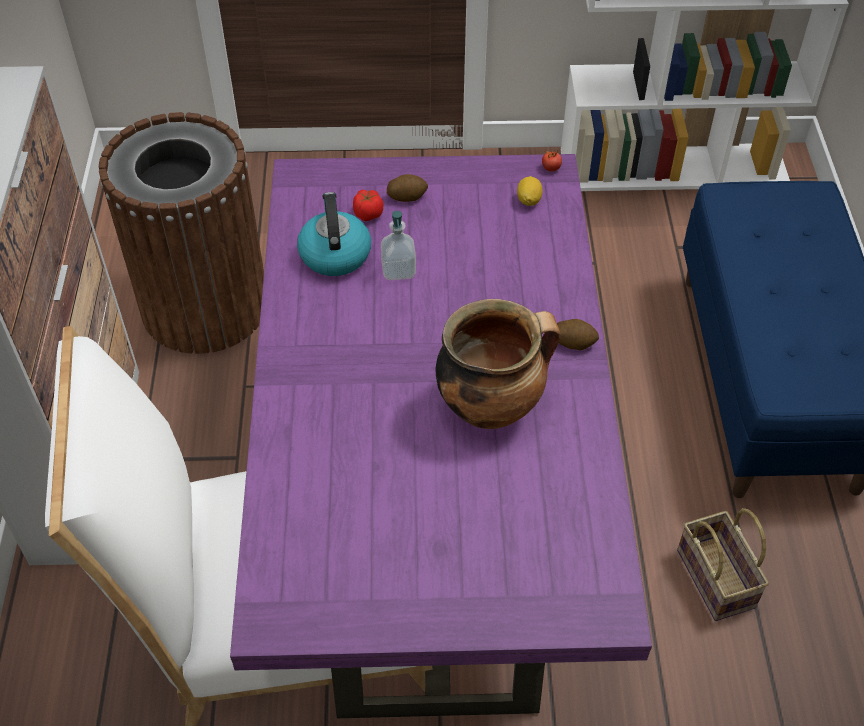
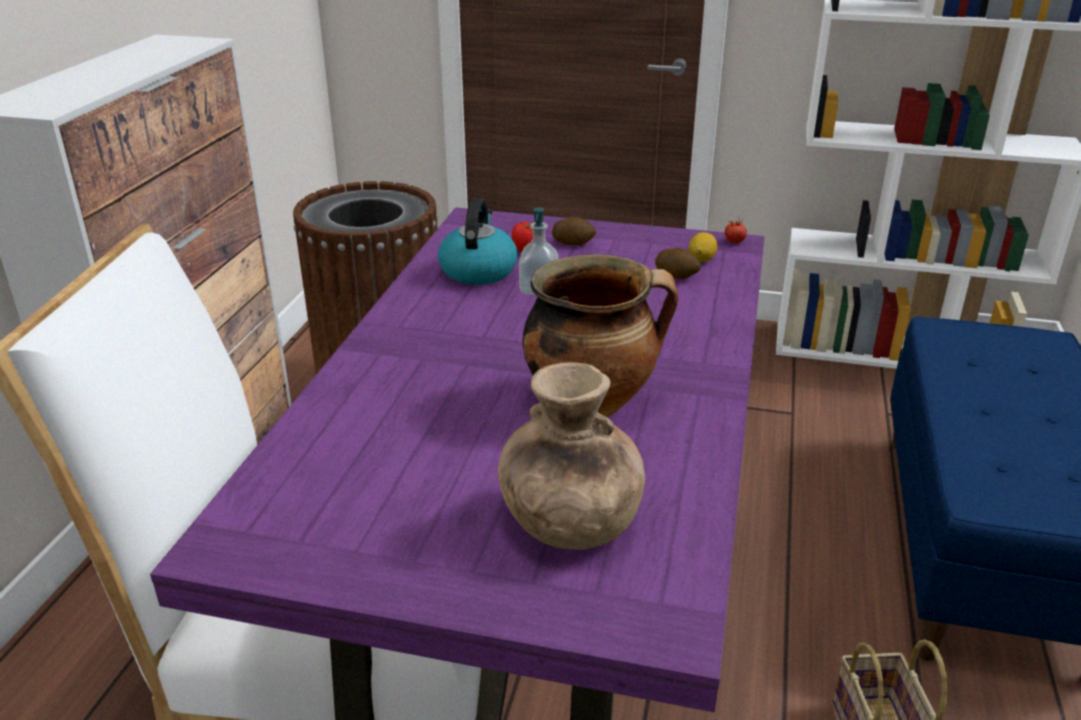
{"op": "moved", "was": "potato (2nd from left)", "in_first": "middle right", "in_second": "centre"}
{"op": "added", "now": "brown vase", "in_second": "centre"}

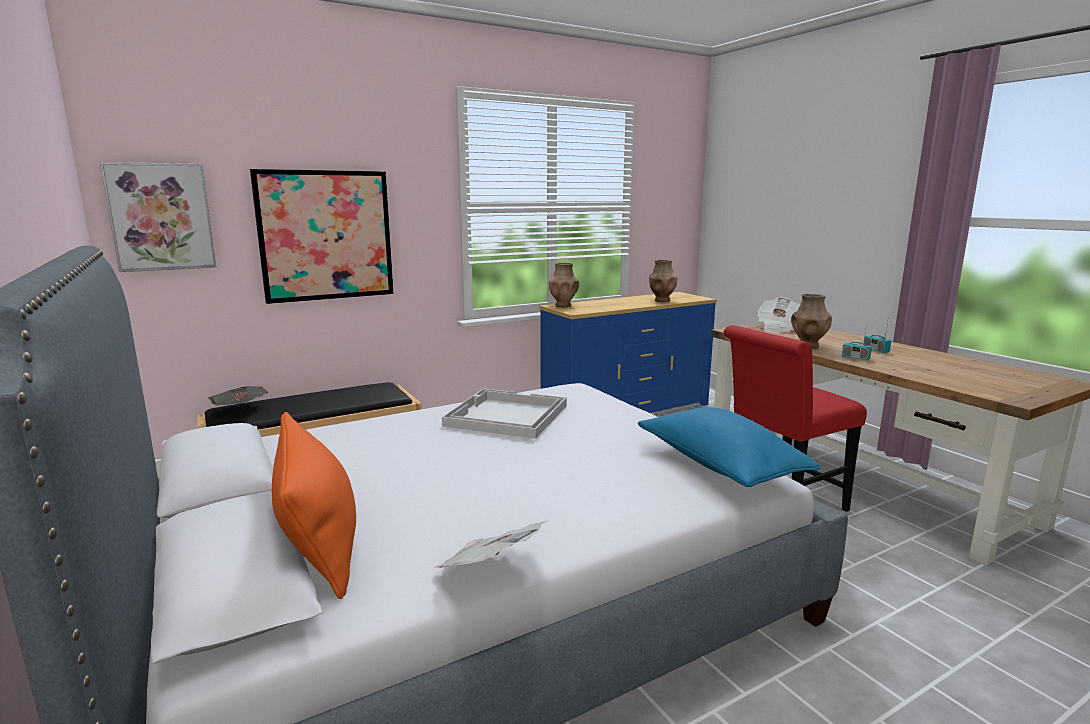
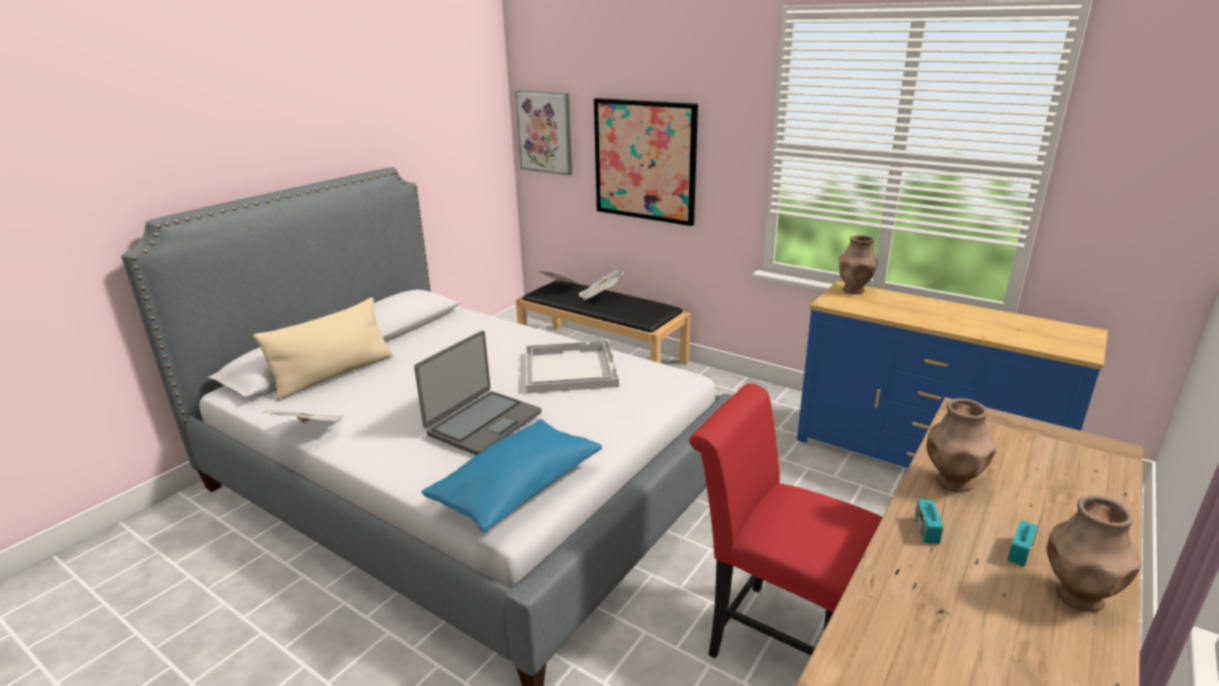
{"op": "moved", "was": "brown vase (2nd from left in the first image)", "now": "brown vase (3rd from left)", "in_first": "centre", "in_second": "bottom right"}
{"op": "moved", "was": "newspaper (3rd from left)", "in_first": "middle right", "in_second": "centre"}
{"op": "recoloured", "was": "orange pillow", "now": "beige pillow", "in_first": "bottom left", "in_second": "middle left"}
{"op": "added", "now": "laptop", "in_second": "centre"}

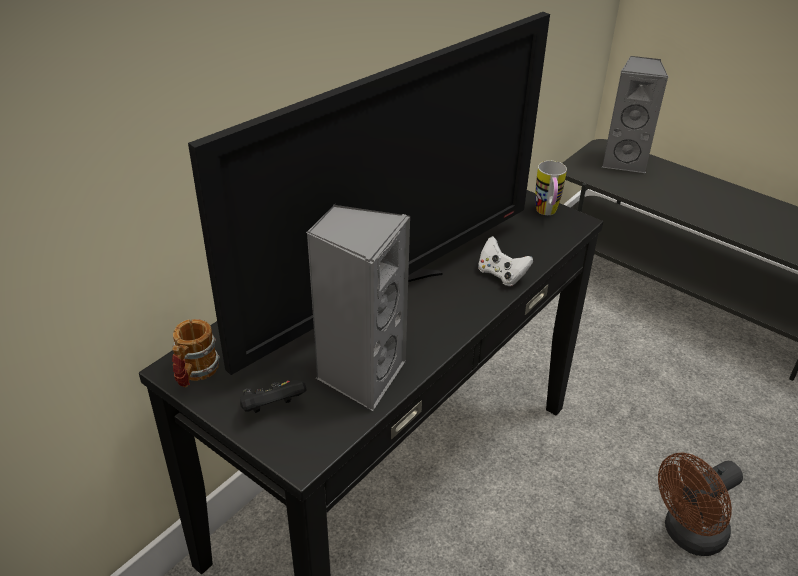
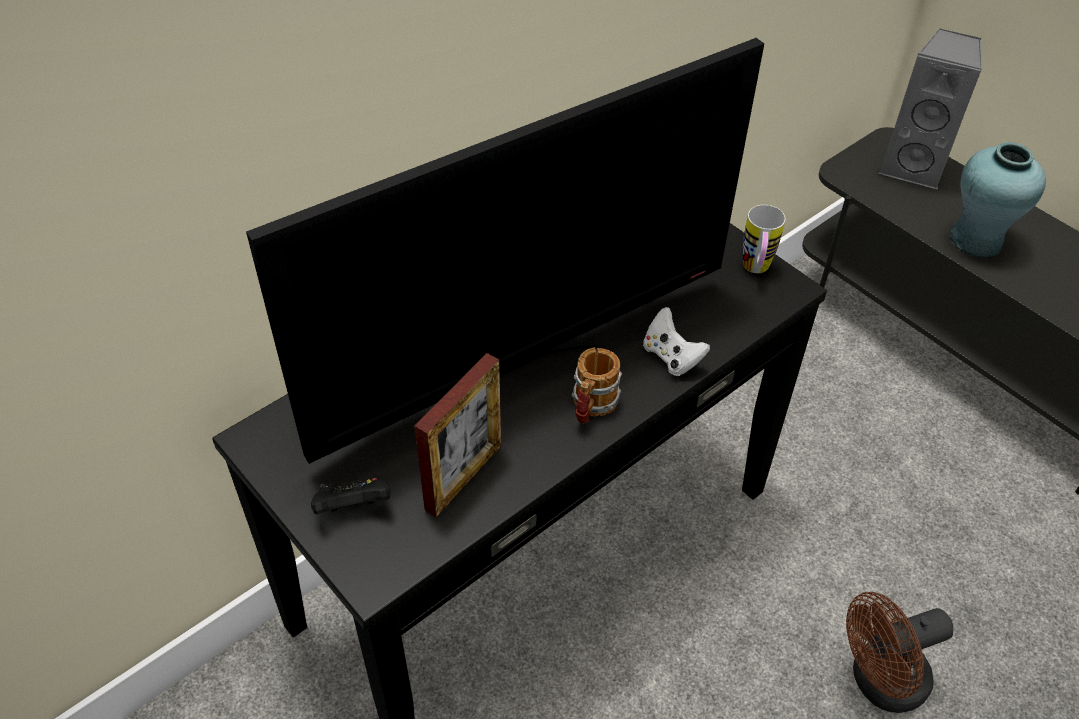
{"op": "replaced", "was": "grey speaker (1st from left)", "now": "picture frame", "in_first": "centre", "in_second": "centre"}
{"op": "moved", "was": "mug (1st from left)", "in_first": "middle left", "in_second": "centre"}
{"op": "added", "now": "turquoise vase", "in_second": "top right"}

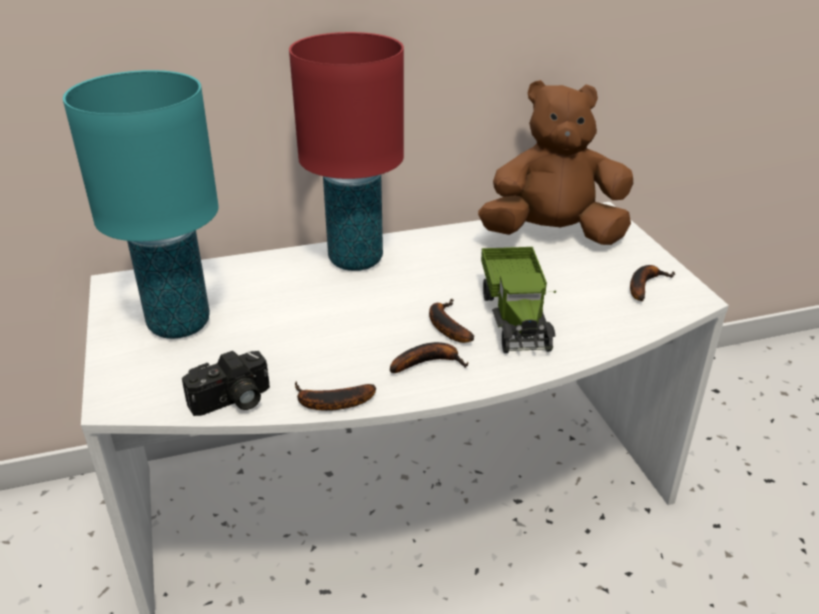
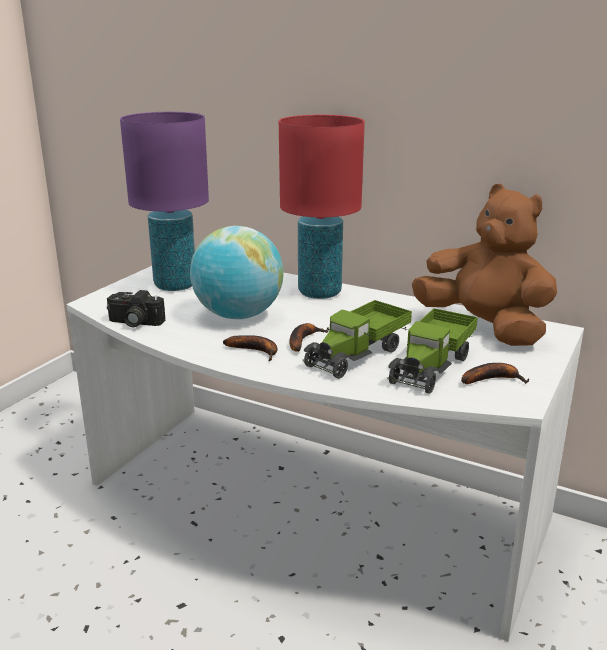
{"op": "recoloured", "was": "turquoise table lamp", "now": "purple table lamp", "in_first": "top left", "in_second": "top left"}
{"op": "removed", "was": "banana (1st from left)", "in_first": "centre"}
{"op": "added", "now": "globe", "in_second": "centre"}
{"op": "added", "now": "toy truck (2nd from left)", "in_second": "middle right"}

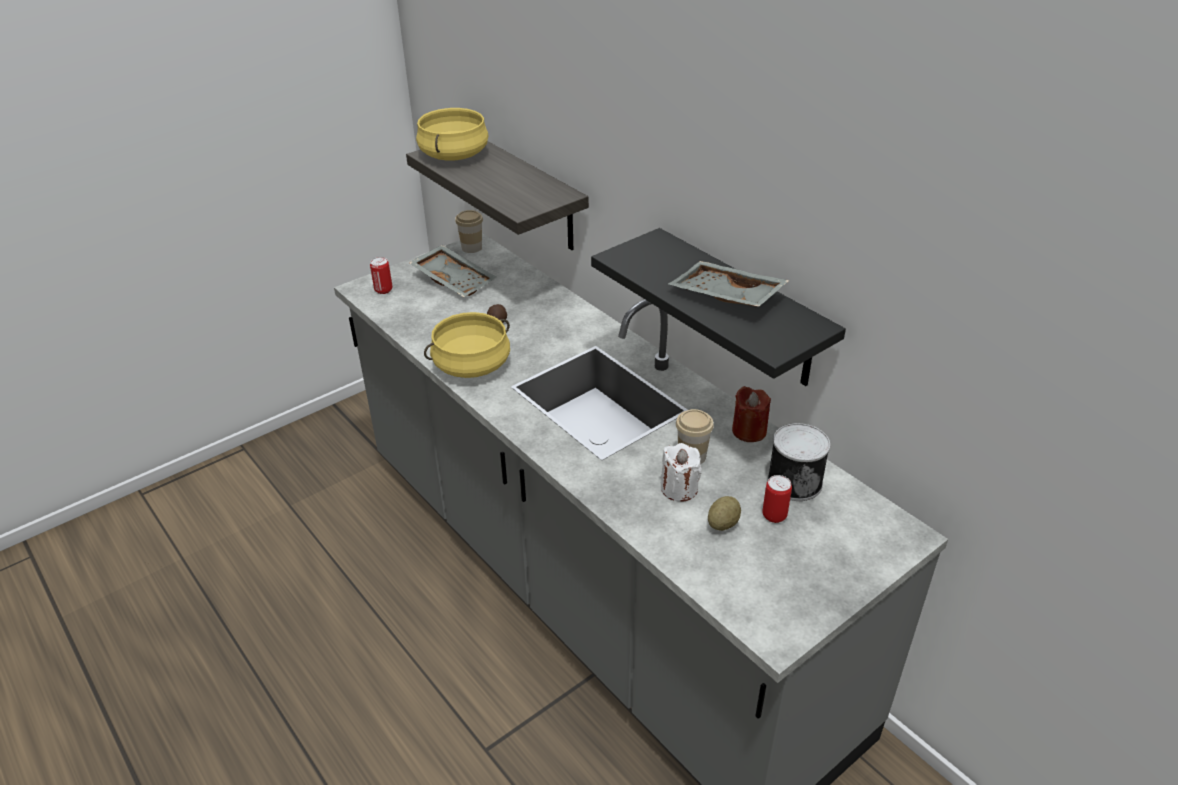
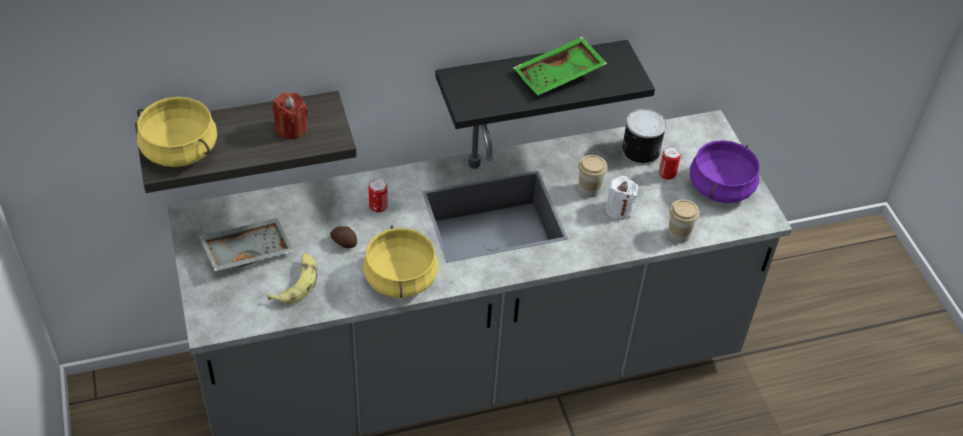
{"op": "moved", "was": "cup (1st from left in the first image)", "now": "cup (2nd from left)", "in_first": "top centre", "in_second": "middle right"}
{"op": "moved", "was": "can (1st from left)", "in_first": "middle left", "in_second": "centre"}
{"op": "recoloured", "was": "grey tray (2nd from left)", "now": "green tray", "in_first": "centre", "in_second": "top centre"}
{"op": "moved", "was": "red candle", "in_first": "centre", "in_second": "top left"}
{"op": "removed", "was": "potato (2nd from left)", "in_first": "centre"}
{"op": "added", "now": "purple cooking pot", "in_second": "middle right"}
{"op": "added", "now": "banana", "in_second": "middle left"}

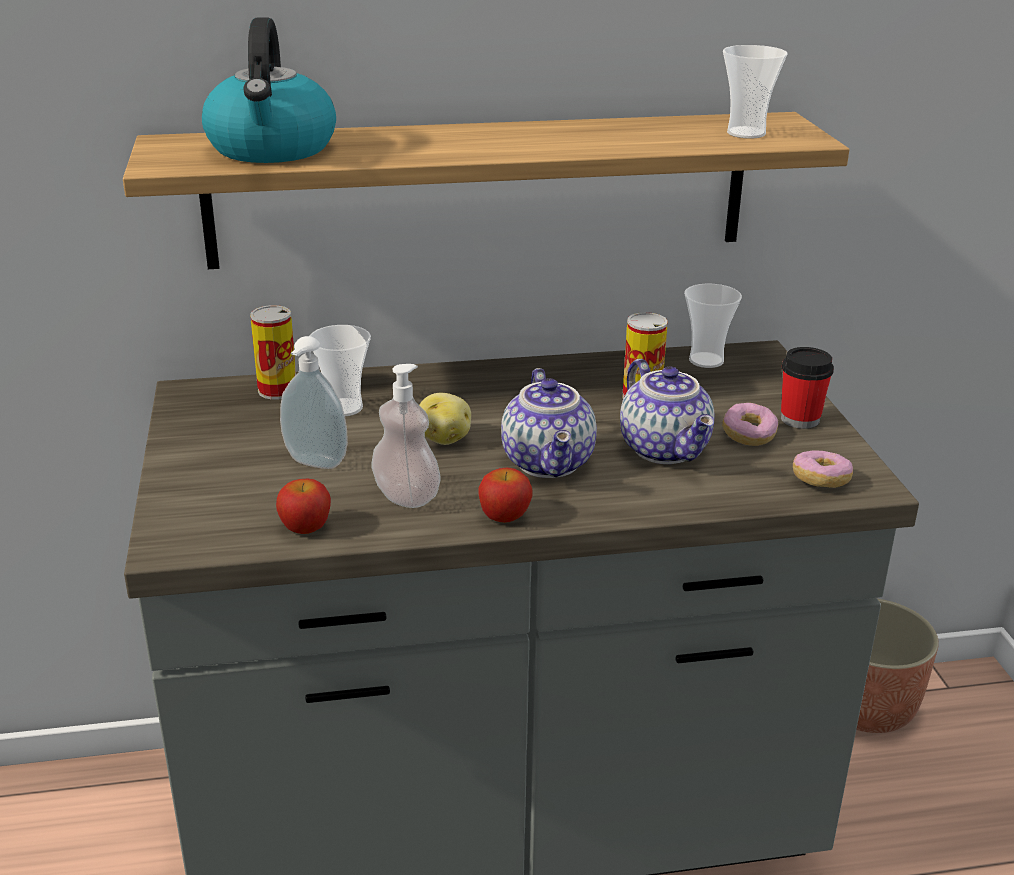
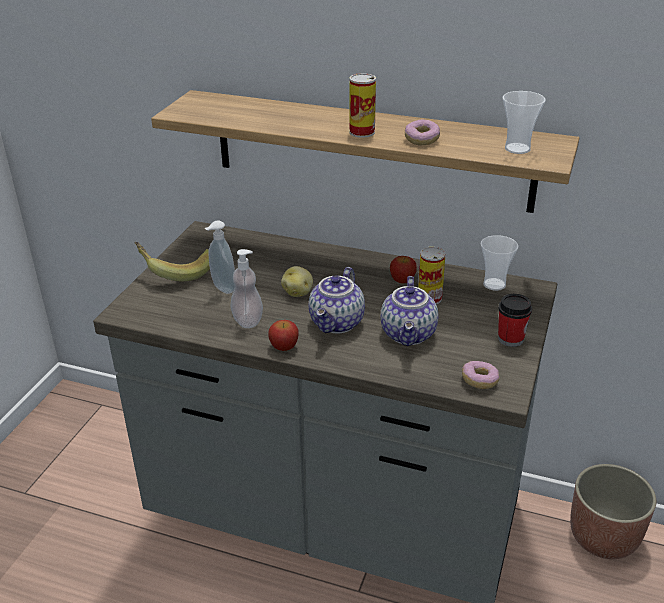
{"op": "removed", "was": "kettle", "in_first": "top left"}
{"op": "moved", "was": "can (1st from left)", "in_first": "middle left", "in_second": "top centre"}
{"op": "removed", "was": "cup (1st from left)", "in_first": "centre"}
{"op": "moved", "was": "donut (1st from left)", "in_first": "middle right", "in_second": "top centre"}
{"op": "moved", "was": "apple (1st from left in the first image)", "now": "apple (2nd from left)", "in_first": "middle left", "in_second": "centre"}
{"op": "added", "now": "banana", "in_second": "middle left"}

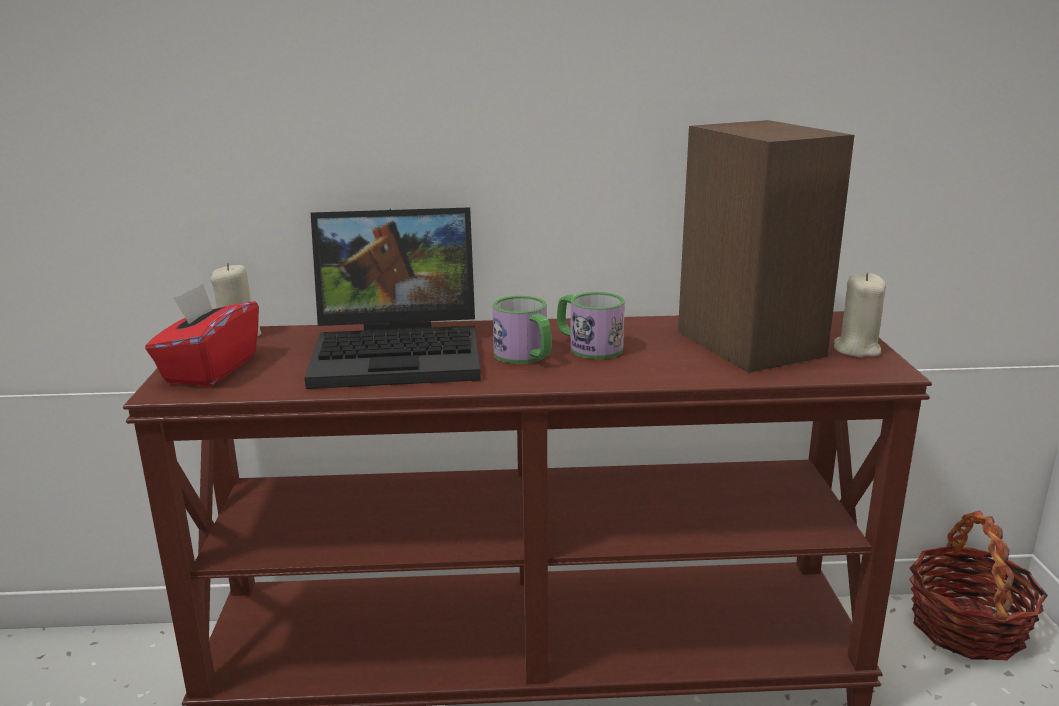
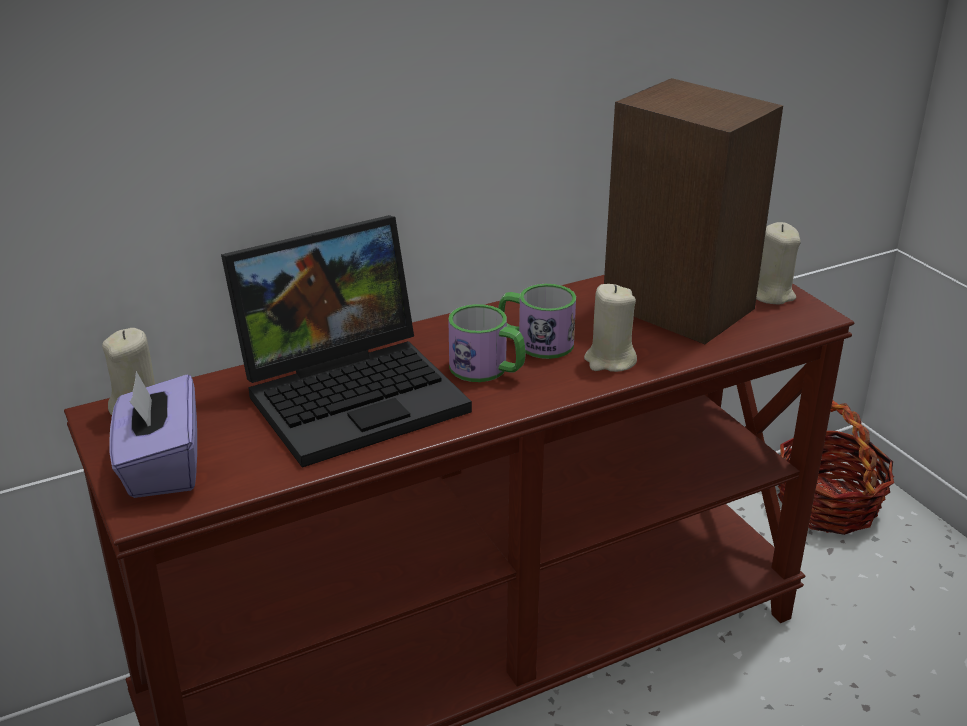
{"op": "recoloured", "was": "red tissue box", "now": "purple tissue box", "in_first": "middle left", "in_second": "middle left"}
{"op": "added", "now": "beige candle (2nd from left)", "in_second": "centre"}

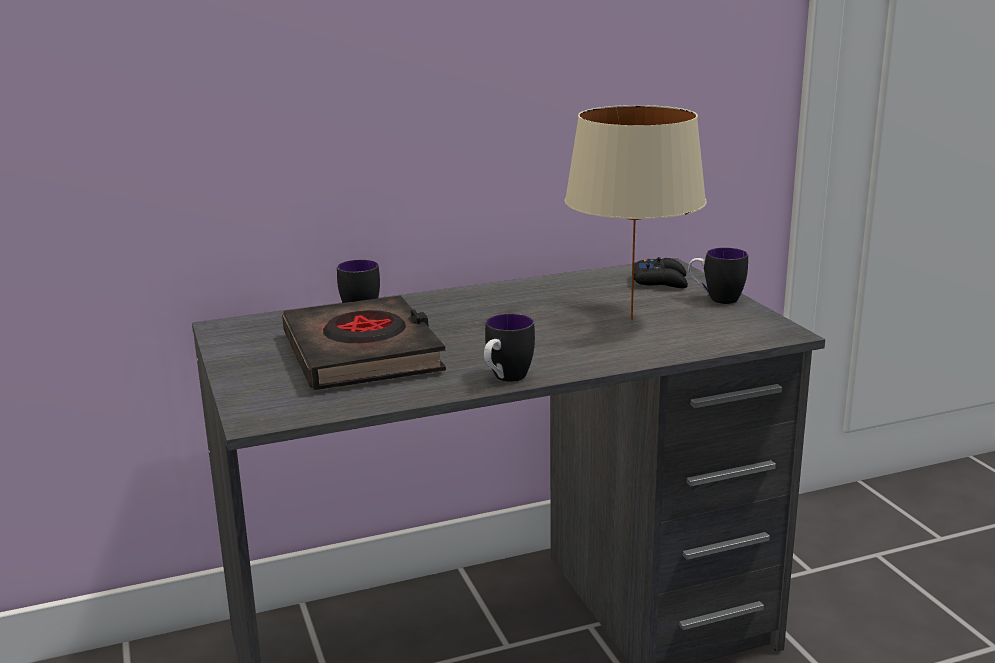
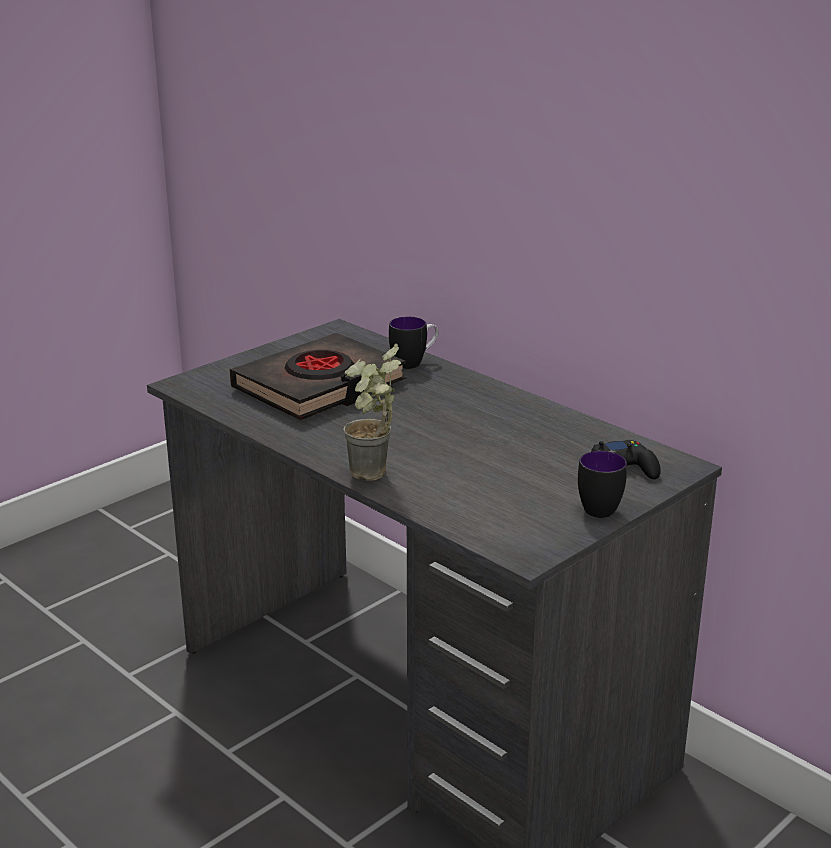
{"op": "removed", "was": "beige table lamp", "in_first": "top centre"}
{"op": "removed", "was": "mug (2nd from left)", "in_first": "centre"}
{"op": "added", "now": "potted plant", "in_second": "centre"}

